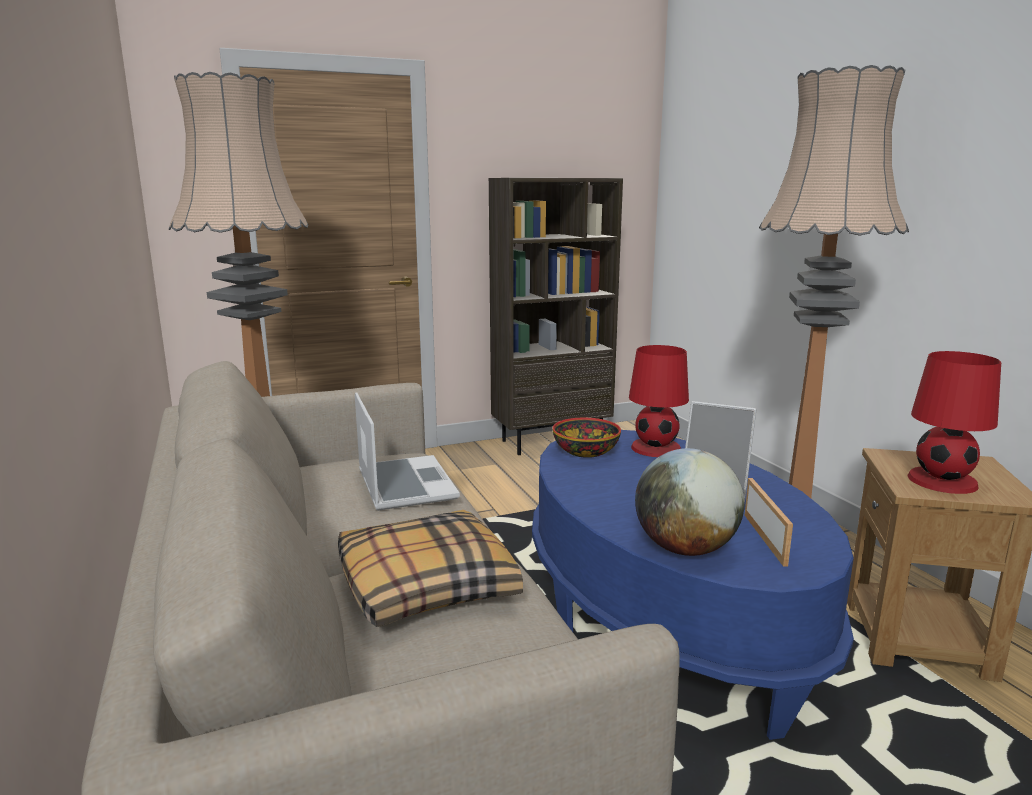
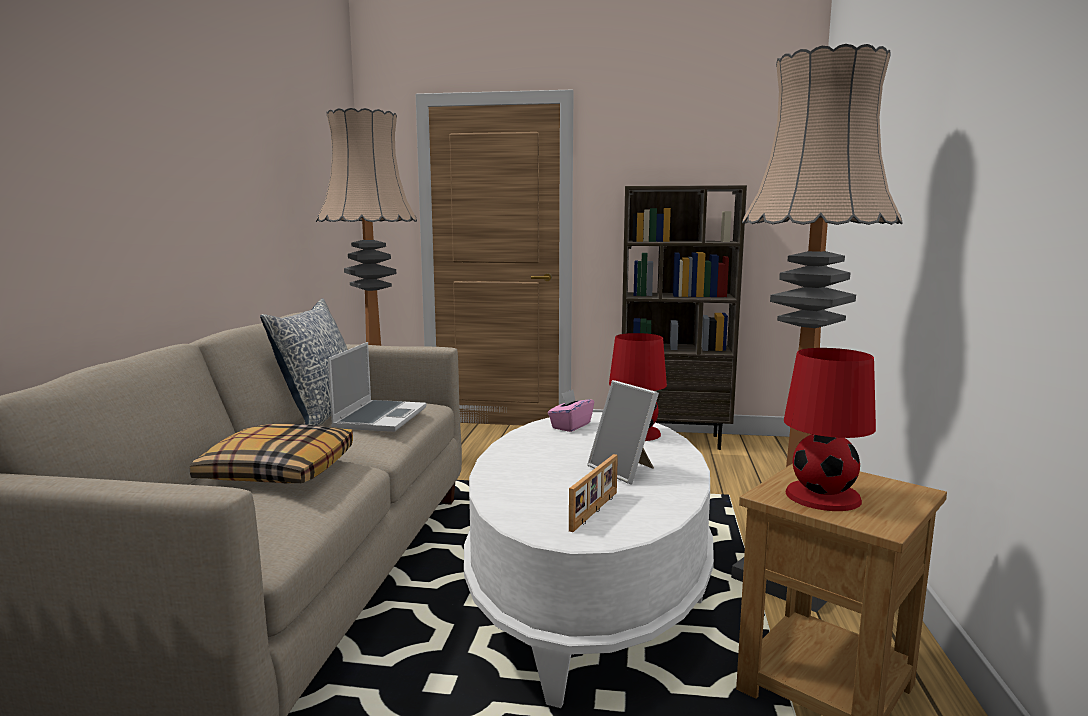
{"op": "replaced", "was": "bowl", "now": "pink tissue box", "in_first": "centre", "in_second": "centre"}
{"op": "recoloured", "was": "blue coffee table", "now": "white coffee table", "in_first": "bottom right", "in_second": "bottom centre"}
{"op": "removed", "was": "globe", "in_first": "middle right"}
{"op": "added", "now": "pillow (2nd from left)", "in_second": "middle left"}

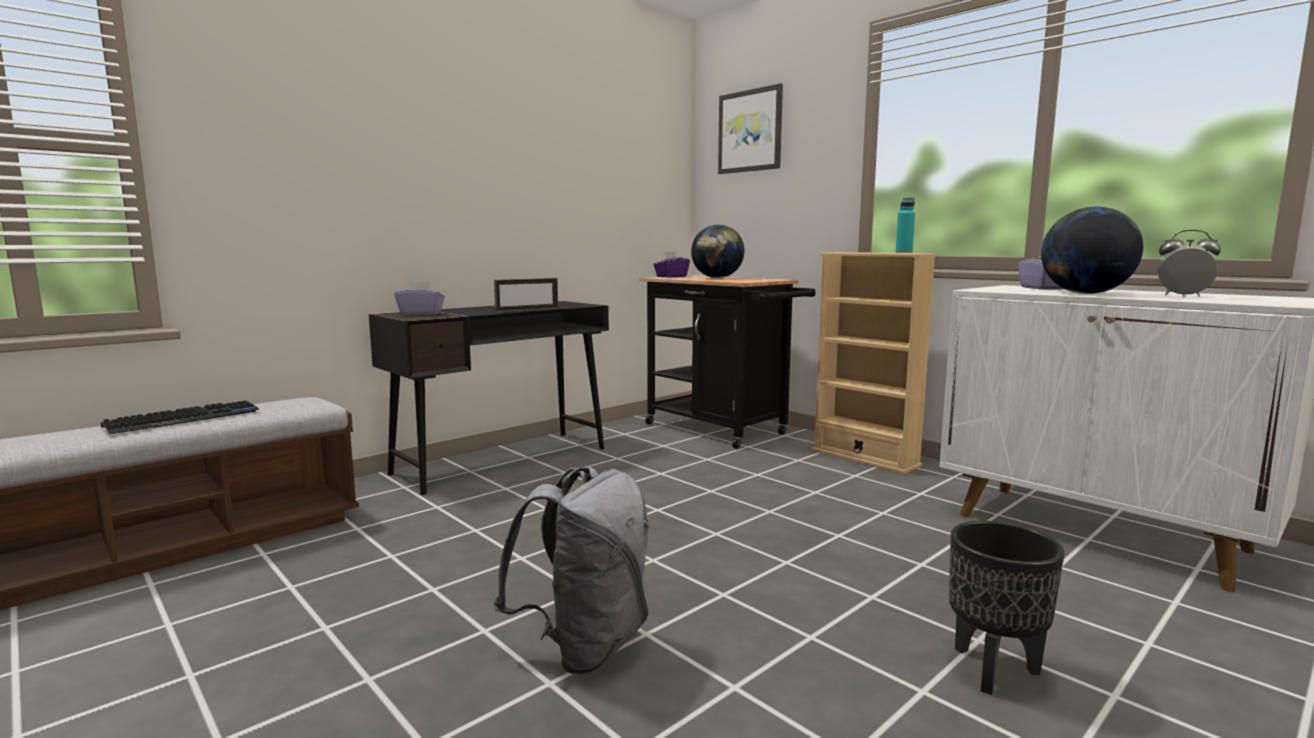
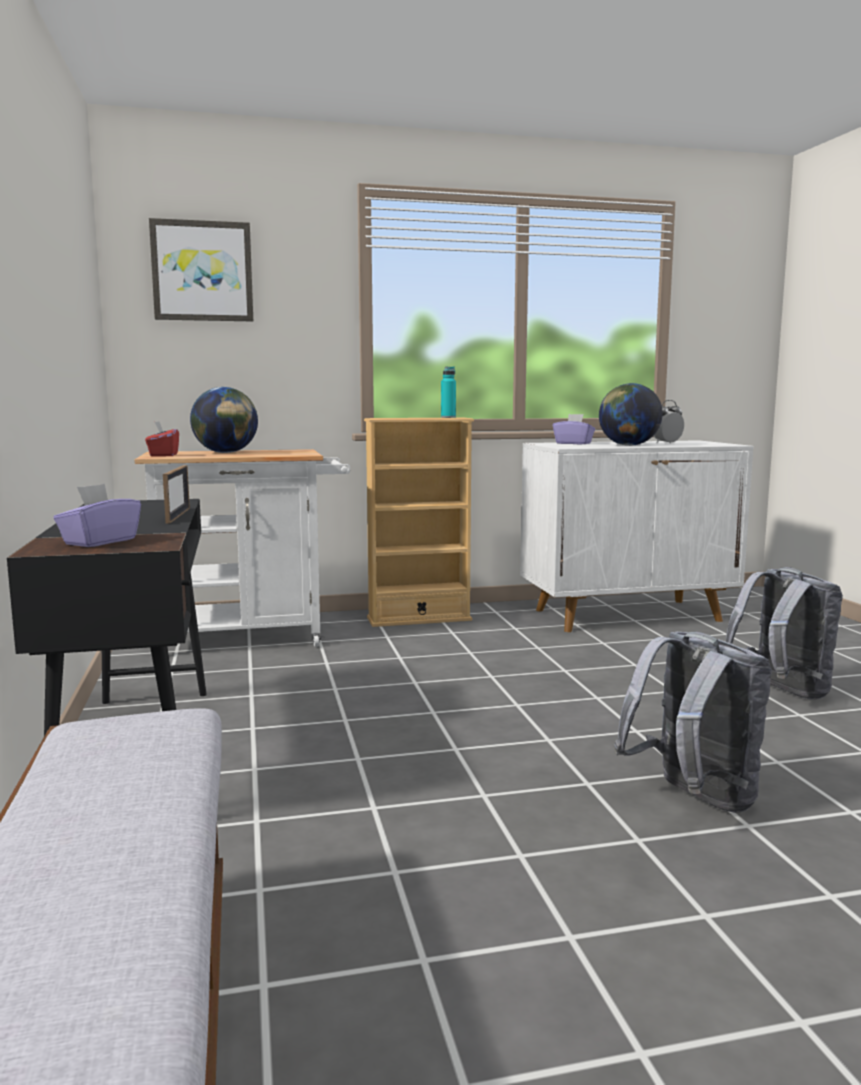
{"op": "recoloured", "was": "purple tissue box (2nd from left)", "now": "red tissue box", "in_first": "centre", "in_second": "middle left"}
{"op": "recoloured", "was": "black cart", "now": "white cart", "in_first": "centre", "in_second": "middle left"}
{"op": "removed", "was": "keyboard", "in_first": "middle left"}
{"op": "replaced", "was": "black planter", "now": "grey backpack (2nd from left)", "in_first": "bottom right", "in_second": "middle right"}

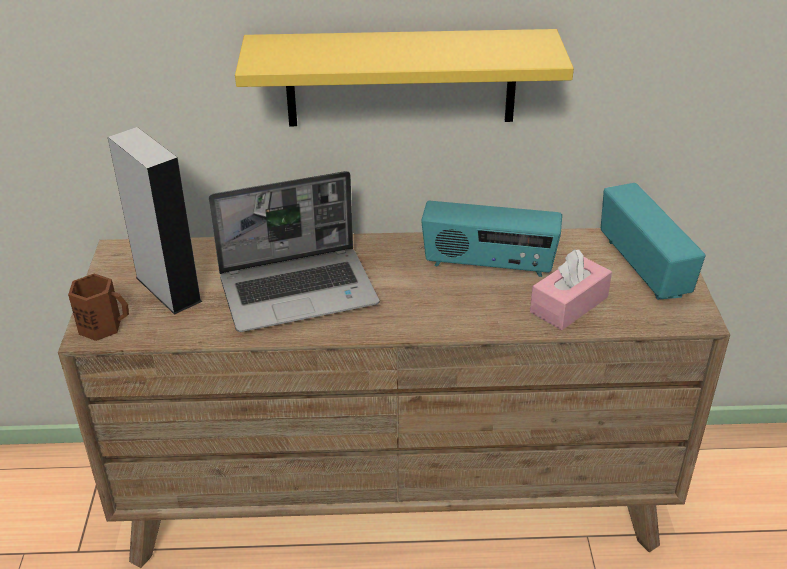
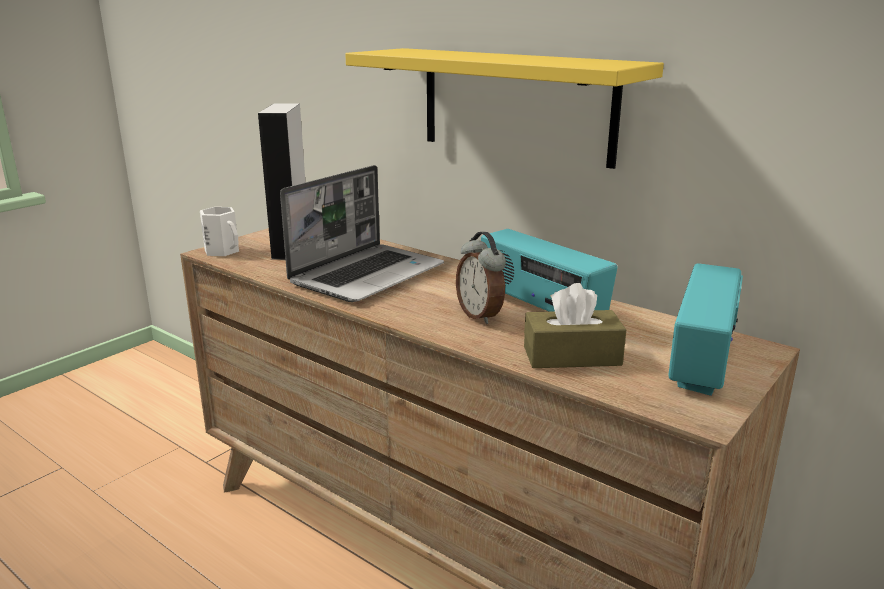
{"op": "turned", "was": "laptop", "in_first": "centre", "in_second": "centre", "clockwise": -75}
{"op": "recoloured", "was": "pink tissue box", "now": "brown tissue box", "in_first": "middle right", "in_second": "centre"}
{"op": "recoloured", "was": "brown mug", "now": "white mug", "in_first": "middle left", "in_second": "middle left"}
{"op": "added", "now": "alarm clock", "in_second": "centre"}

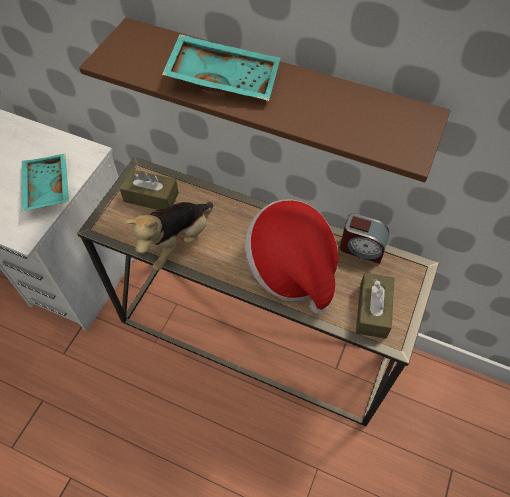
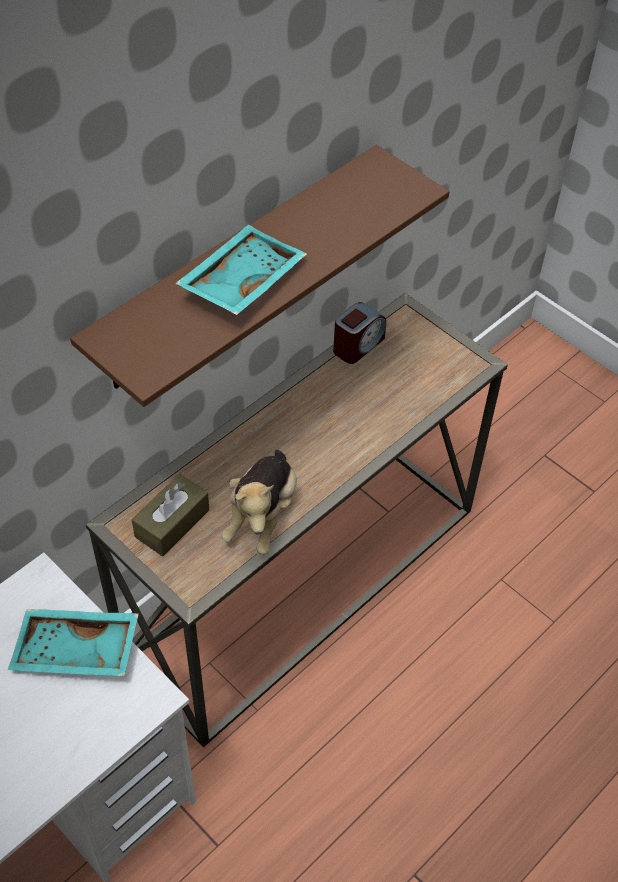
{"op": "removed", "was": "hat", "in_first": "centre"}
{"op": "turned", "was": "plush toy", "in_first": "middle left", "in_second": "centre", "clockwise": 45}
{"op": "removed", "was": "brown tissue box (2nd from left)", "in_first": "middle right"}

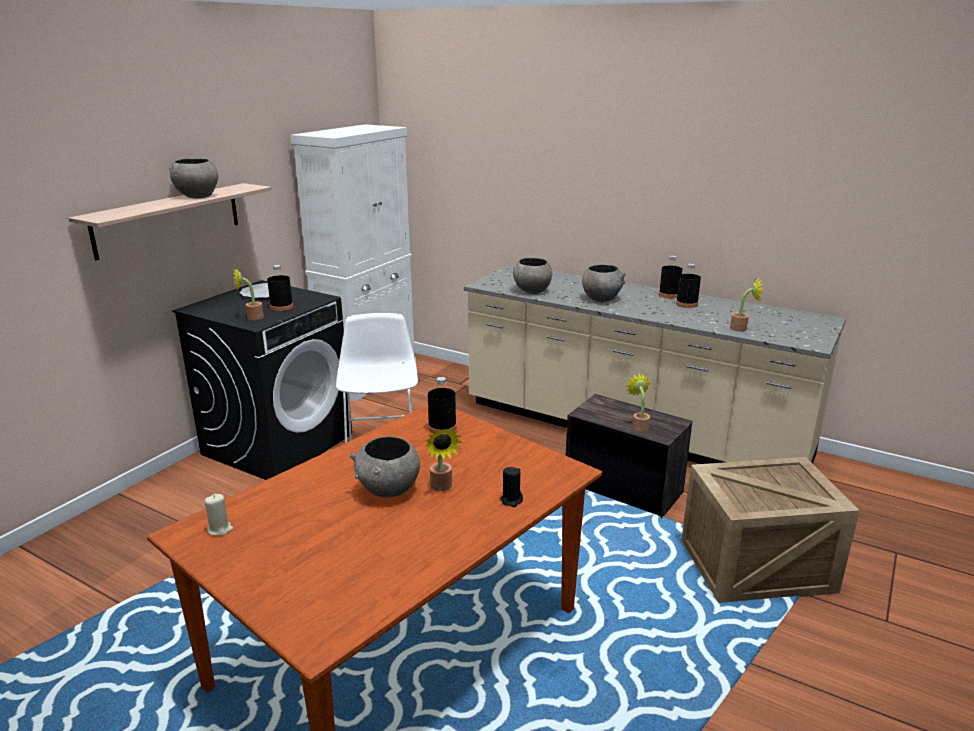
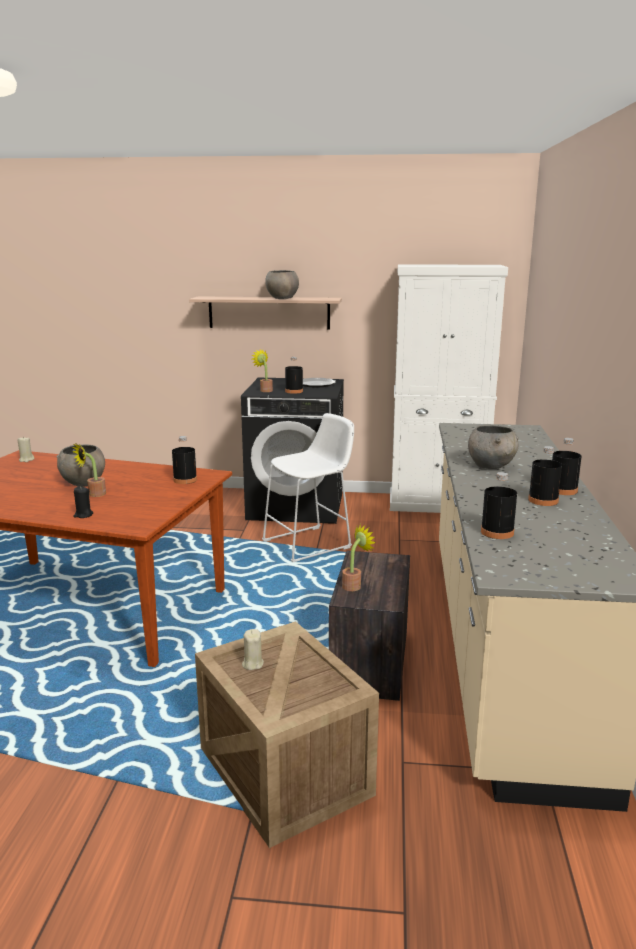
{"op": "removed", "was": "grey bowl (3rd from left)", "in_first": "centre"}
{"op": "replaced", "was": "potted plant (4th from left)", "now": "black bottle (3rd from left)", "in_first": "middle right", "in_second": "middle right"}
{"op": "added", "now": "beige candle (2nd from left)", "in_second": "bottom centre"}

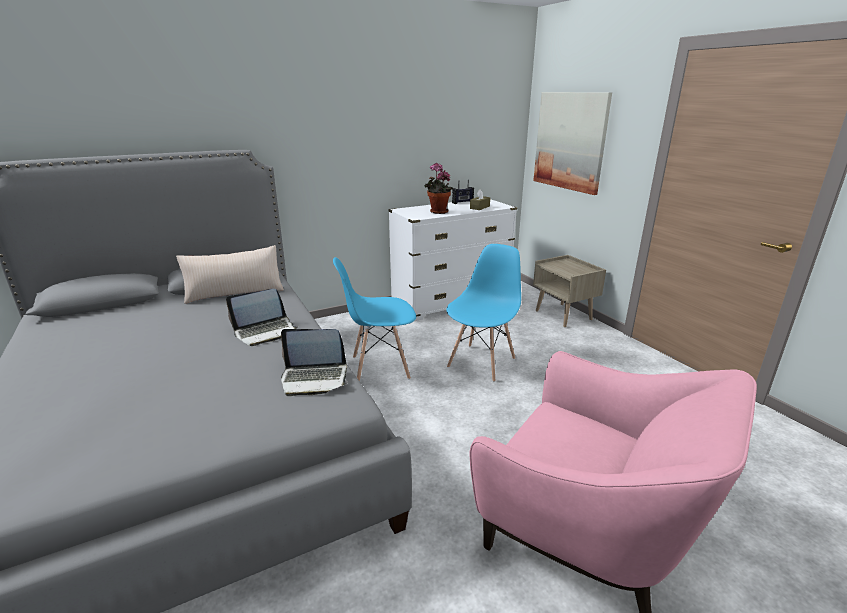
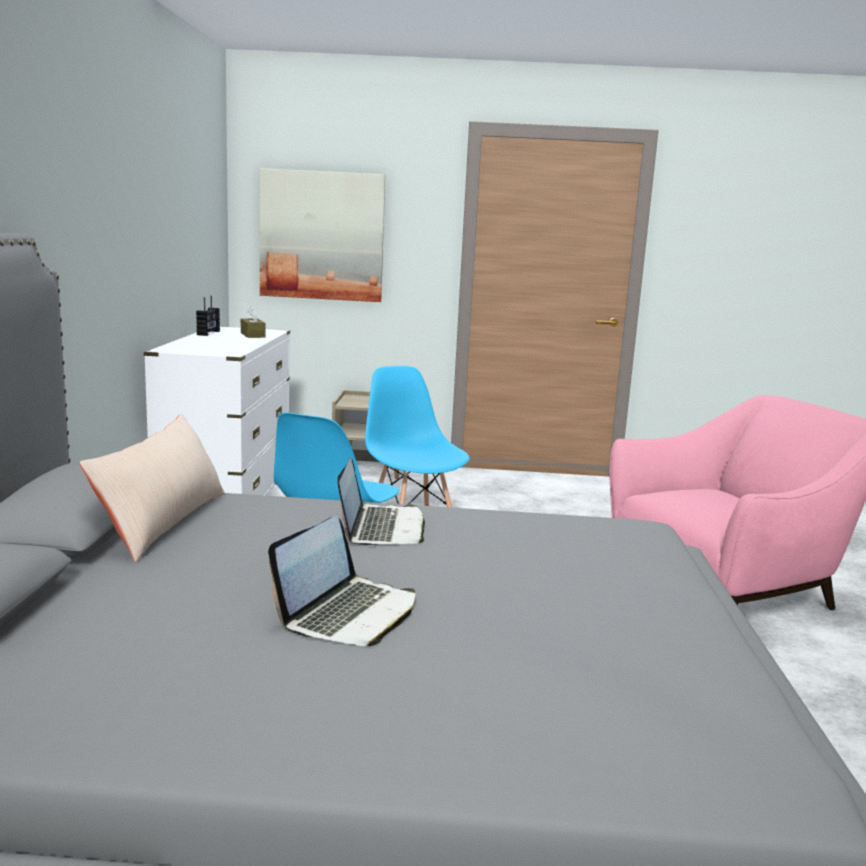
{"op": "removed", "was": "potted plant", "in_first": "top centre"}
{"op": "moved", "was": "laptop (2nd from left in the first image)", "now": "laptop (1st from left)", "in_first": "centre", "in_second": "bottom centre"}

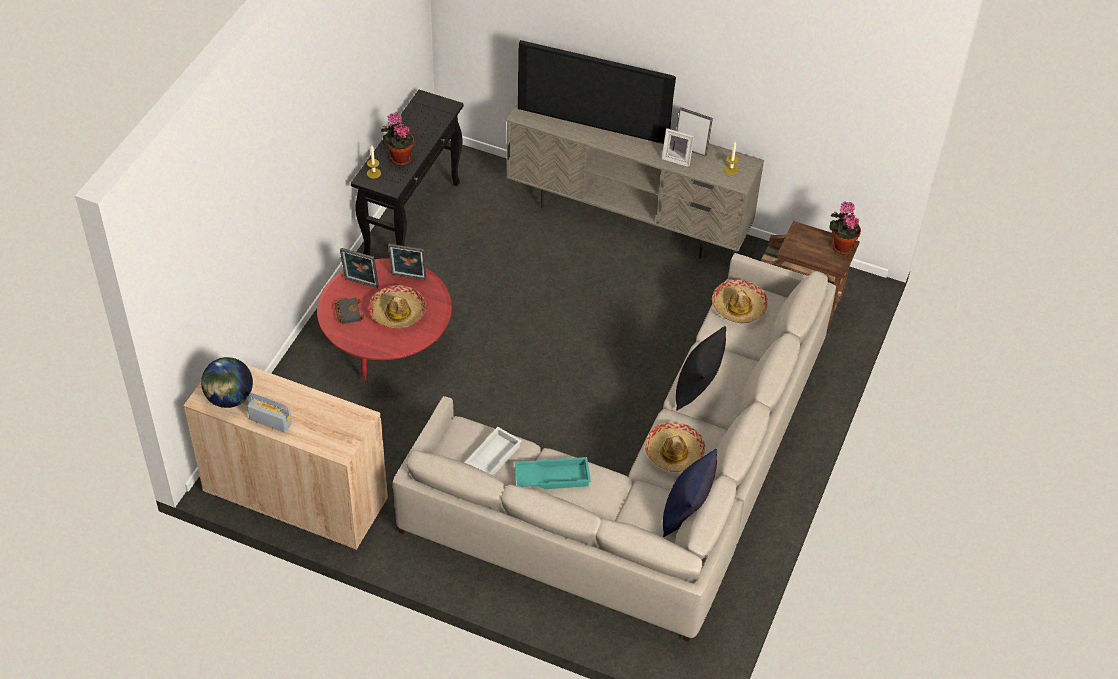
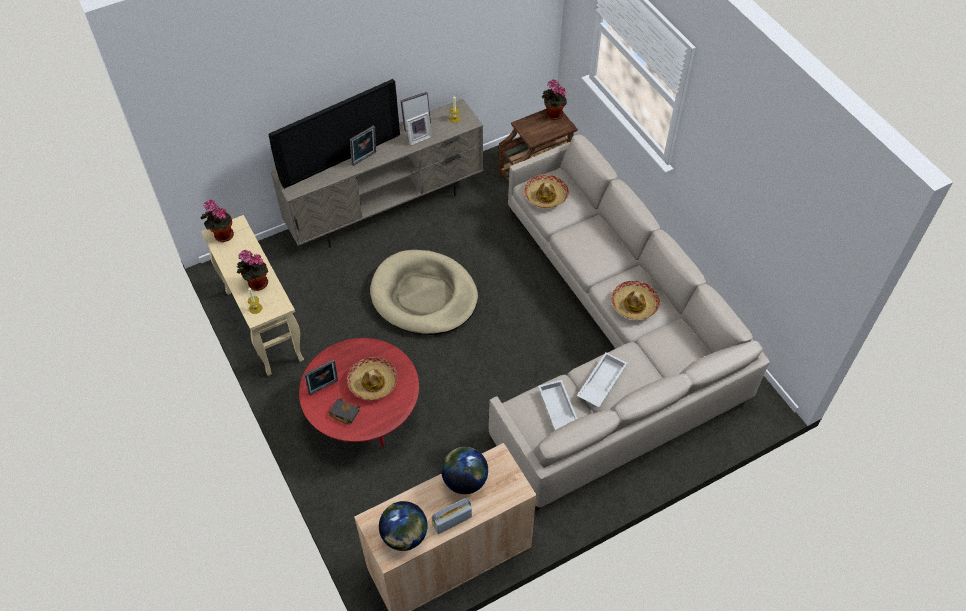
{"op": "recoloured", "was": "black console table", "now": "beige console table", "in_first": "top centre", "in_second": "middle left"}
{"op": "moved", "was": "picture frame (2nd from left)", "in_first": "centre", "in_second": "top centre"}
{"op": "removed", "was": "black pillow", "in_first": "centre"}
{"op": "removed", "was": "blue pillow", "in_first": "bottom centre"}
{"op": "recoloured", "was": "turquoise tray", "now": "white tray (2nd from left)", "in_first": "bottom centre", "in_second": "centre"}
{"op": "added", "now": "potted plant (1st from left)", "in_second": "middle left"}
{"op": "added", "now": "beige dog bed", "in_second": "centre"}
{"op": "added", "now": "globe (2nd from left)", "in_second": "bottom centre"}

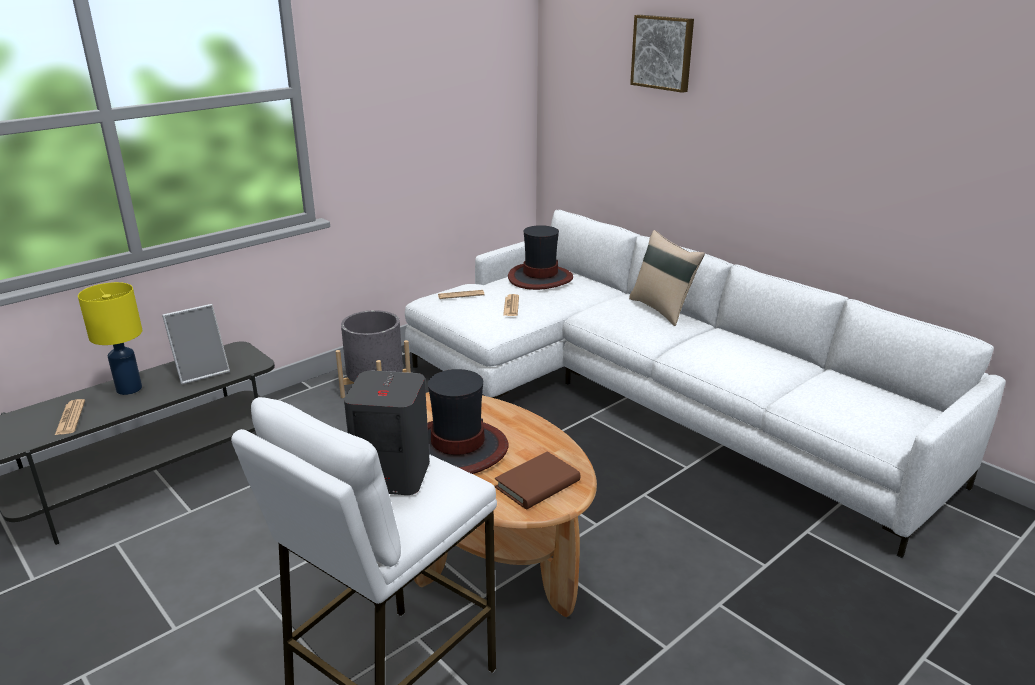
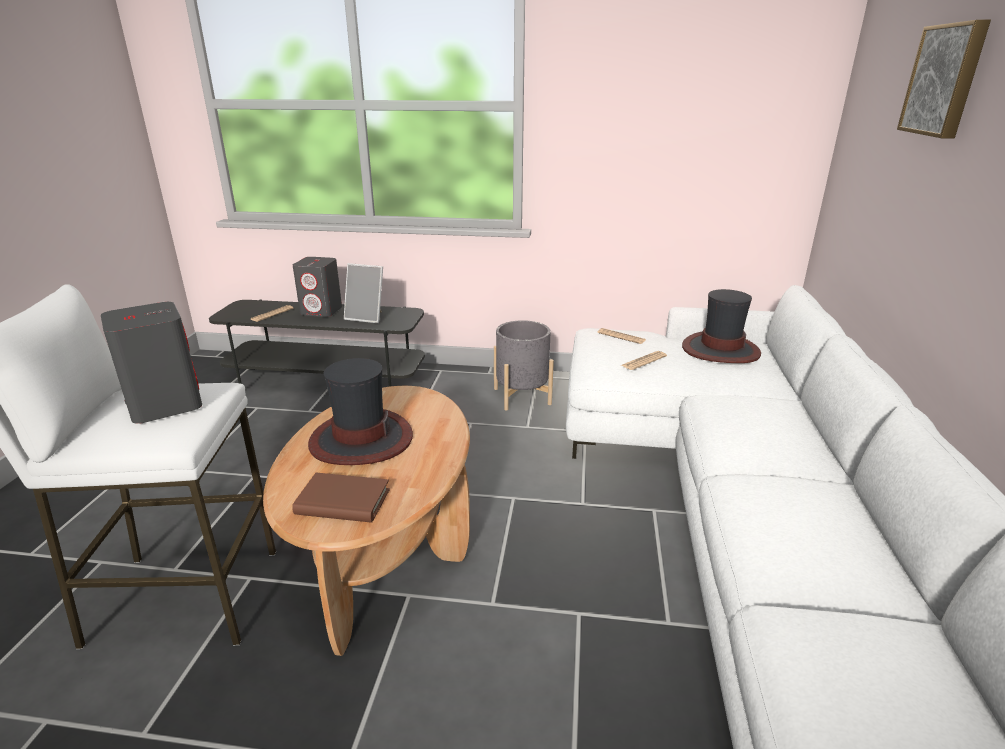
{"op": "removed", "was": "beige pillow", "in_first": "centre"}
{"op": "replaced", "was": "yellow table lamp", "now": "grey speaker (2nd from left)", "in_first": "middle left", "in_second": "middle left"}

